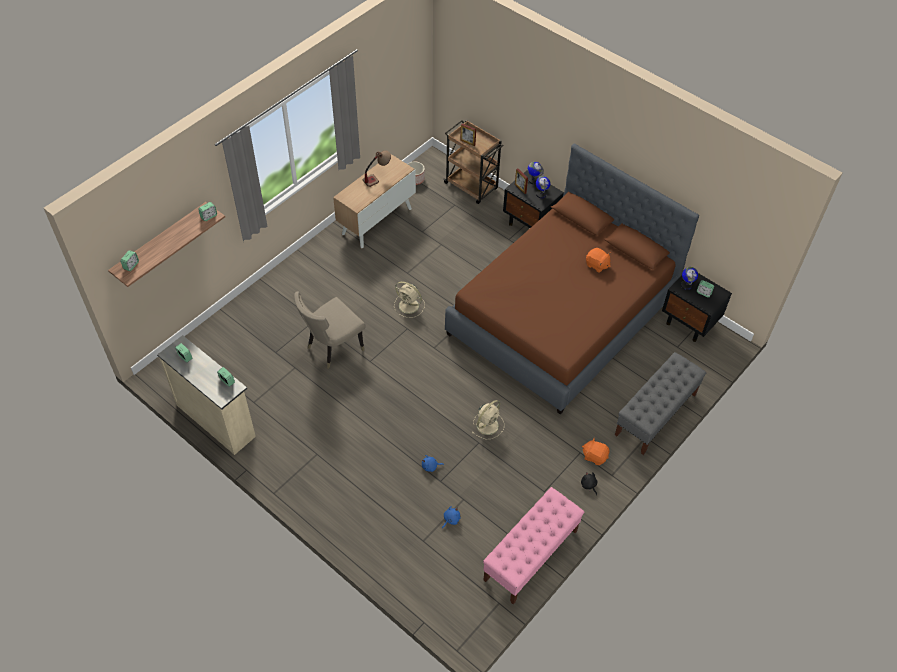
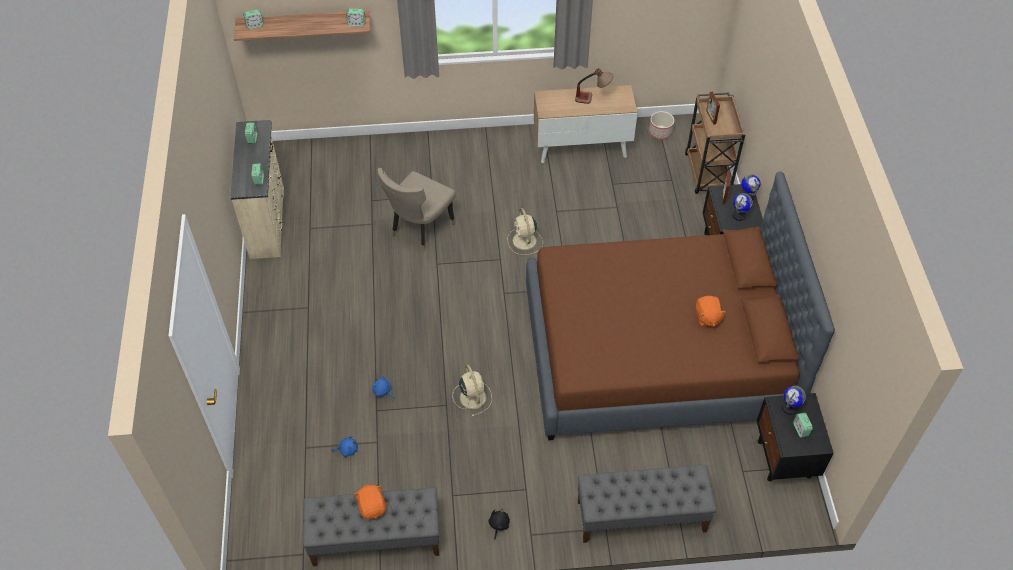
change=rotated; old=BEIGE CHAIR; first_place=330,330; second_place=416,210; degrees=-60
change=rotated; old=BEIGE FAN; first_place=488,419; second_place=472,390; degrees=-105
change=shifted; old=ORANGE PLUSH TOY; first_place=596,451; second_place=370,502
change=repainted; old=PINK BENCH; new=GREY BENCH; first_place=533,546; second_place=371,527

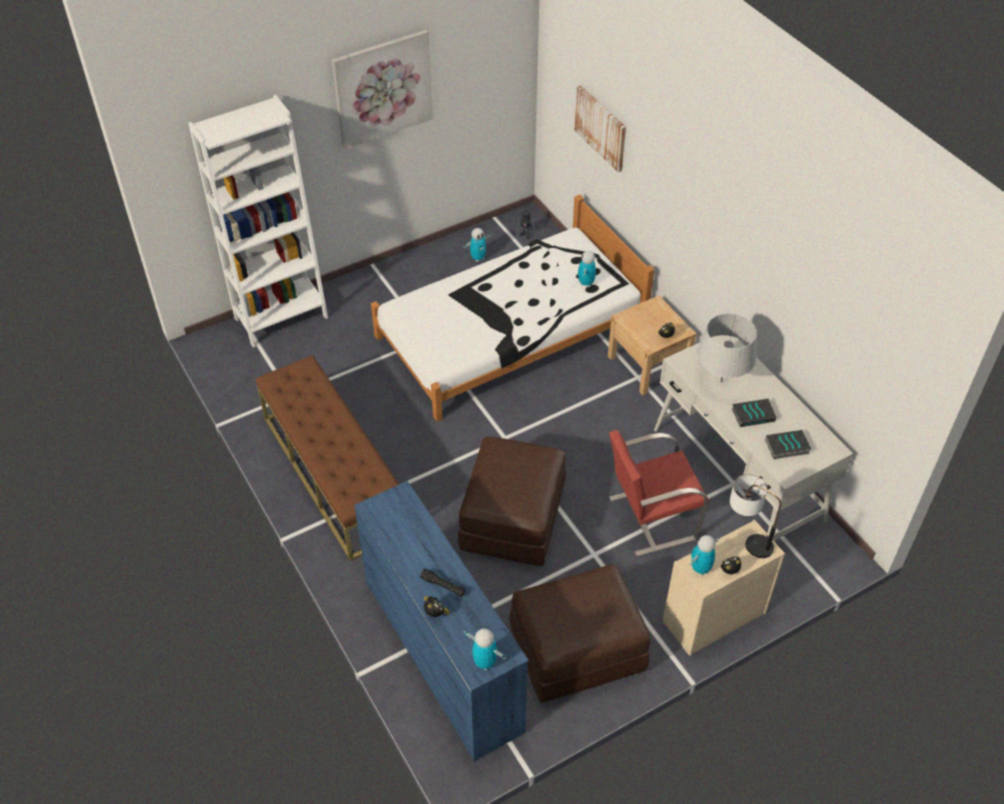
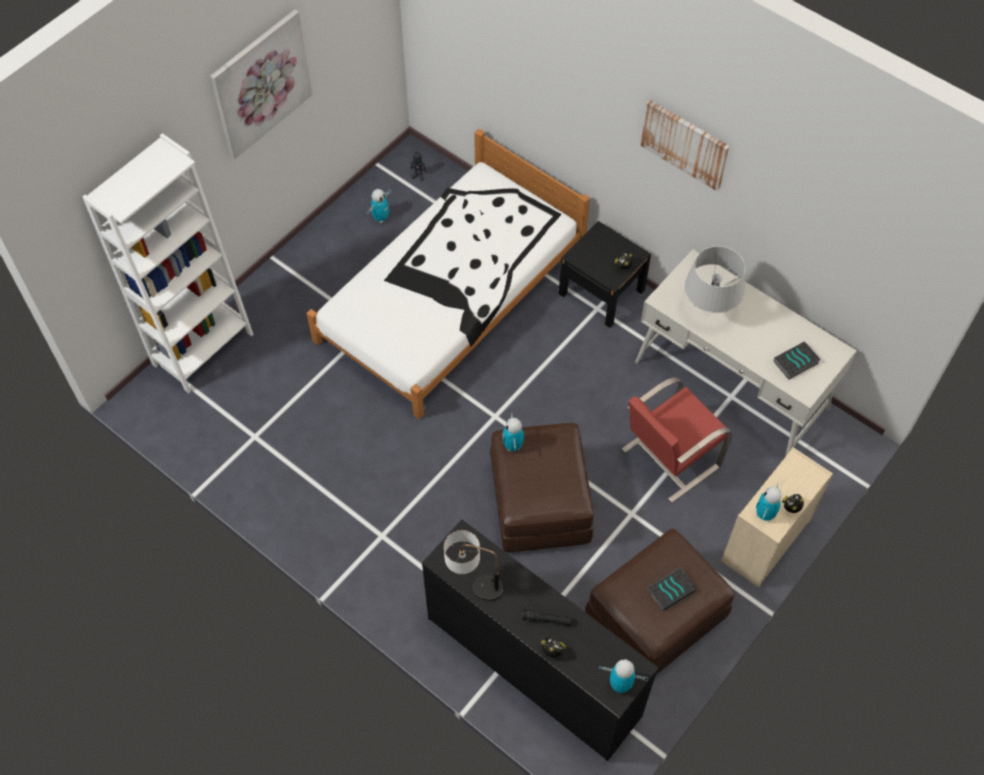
change=shifted; old=PICTURE; first_place=600,128; second_place=685,145
change=shifted; old=TOY ROBOT; first_place=587,269; second_place=513,431
change=repainted; old=BEIGE NIGHTSTAND; new=BLACK NIGHTSTAND; first_place=652,345; second_place=605,274
change=gone; old=BROWN BENCH; first_place=327,458
change=shifted; old=BOOK; first_place=754,412; second_place=671,589
change=shifted; old=TABLE LAMP; first_place=755,516; second_place=473,565
change=repainted; old=BLUE DRESSER; new=BLACK DRESSER; first_place=441,621; second_place=540,640

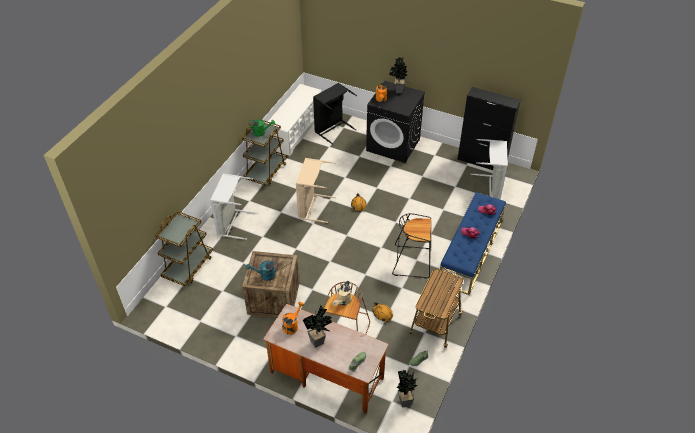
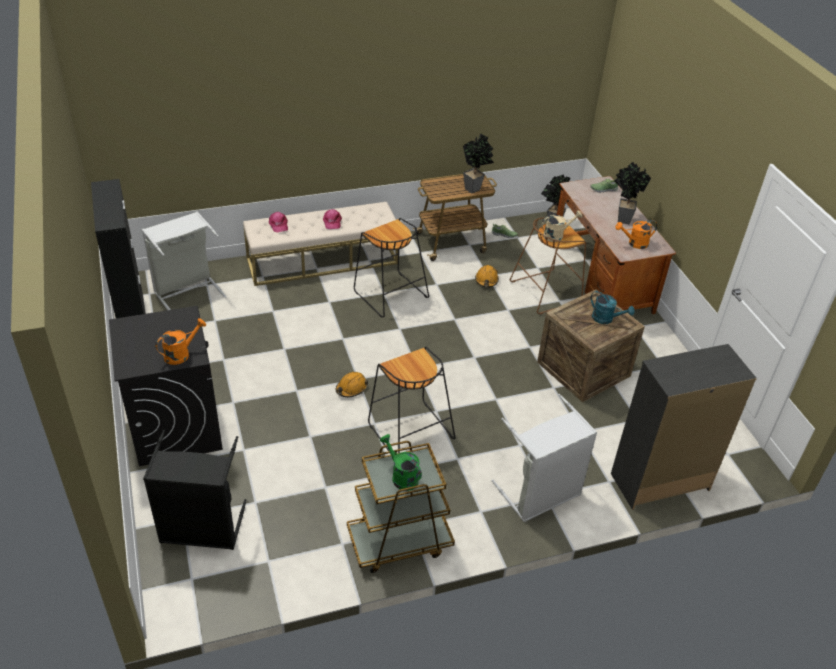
change=shifted; old=POTTED PLANT; first_place=398,75; second_place=478,163
change=gone; old=WHITE SHOE RACK; first_place=294,120
change=swapped; old=BEIGE LAUNDRY BASKET; new=BLACK STOOL; first_place=316,190; second_place=411,400
change=repainted; old=BLUE BENCH; new=BEIGE BENCH; first_place=473,243; second_place=320,244
change=swapped; old=BROWN CART; new=BLACK DRESSER; first_place=184,248; second_place=684,427

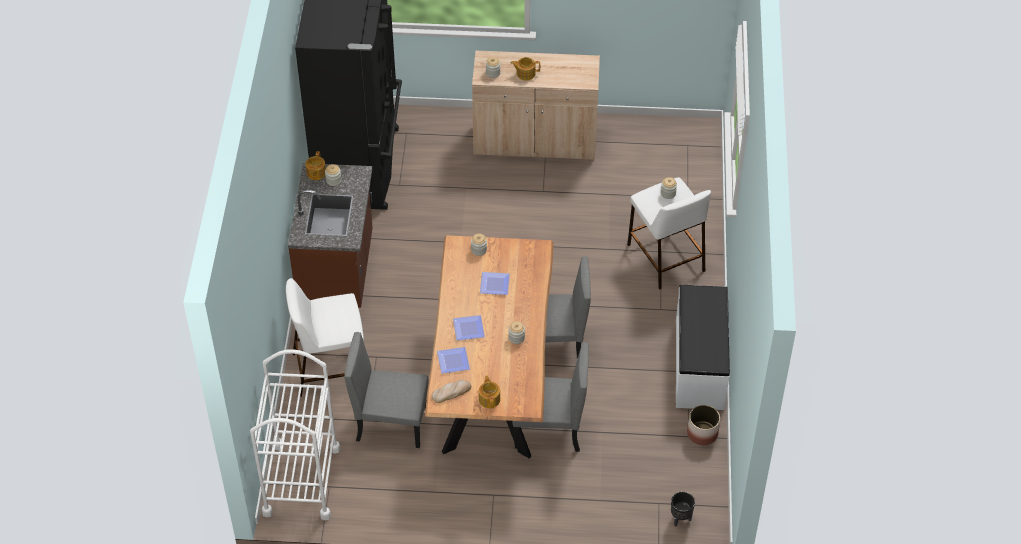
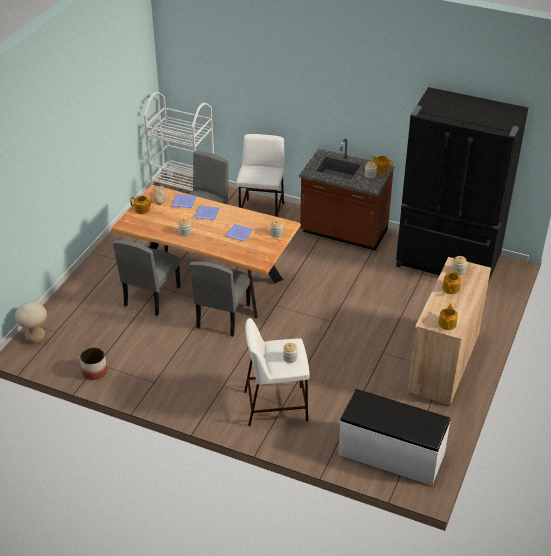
change=shifted; old=WHITE BENCH; first_place=703,347; second_place=394,437
change=swapped; old=BLACK PLANTER; new=BEIGE STOOL; first_place=683,509; second_place=31,323
change=new; new=TEAPOT; second_place=448,316

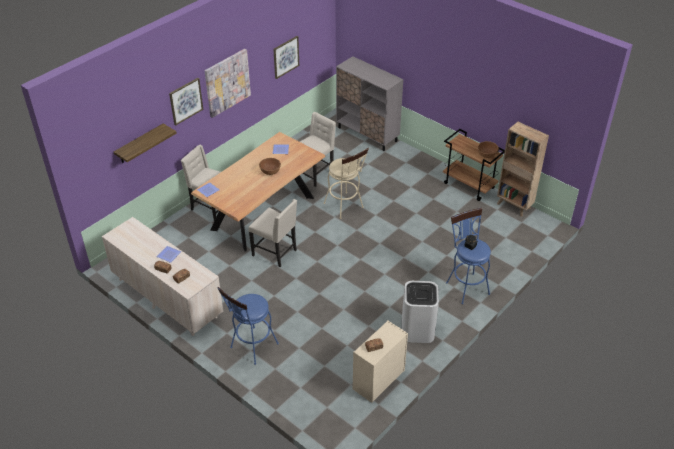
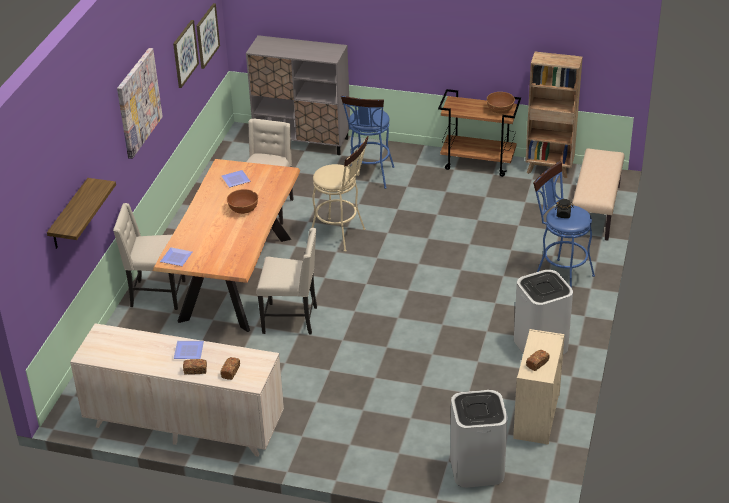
change=shifted; old=PICTURE; first_place=186,101; second_place=208,36
change=shifted; old=BLUE STOOL; first_place=248,326; second_place=368,142
change=new; new=BEIGE BENCH; second_place=598,194
change=new; new=WHITE TRASH CAN; second_place=479,439

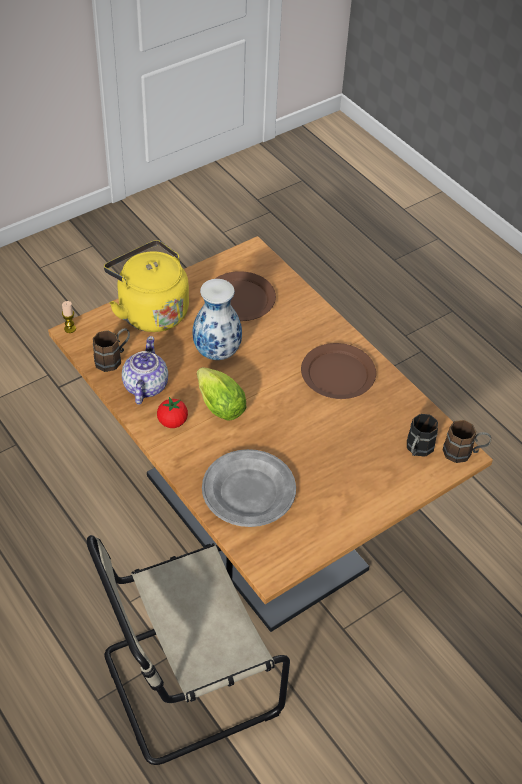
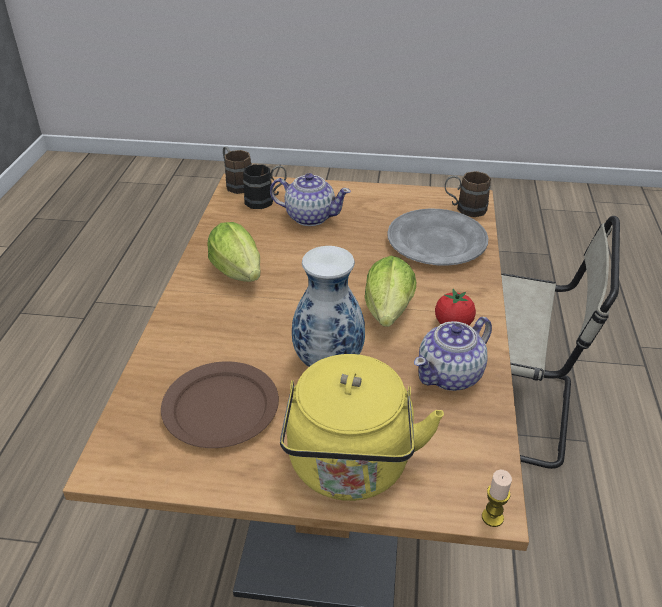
change=shifted; old=BROWN MUG; first_place=111,350; second_place=468,194
change=swapped; old=BROWN PLATE; new=LETTUCE; first_place=338,371; second_place=233,252
change=new; new=TEAPOT; second_place=310,199

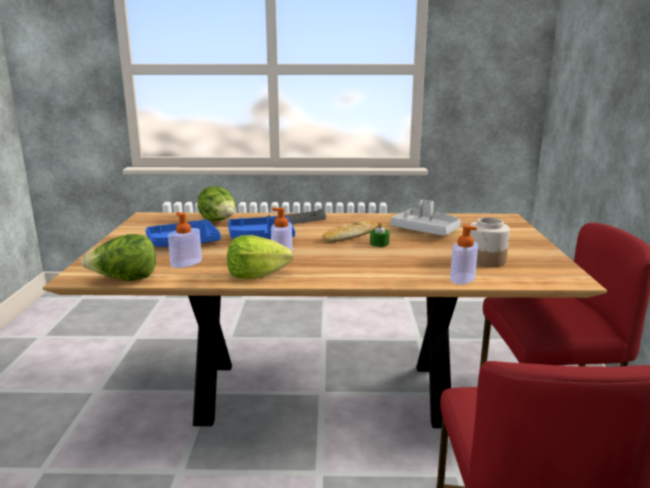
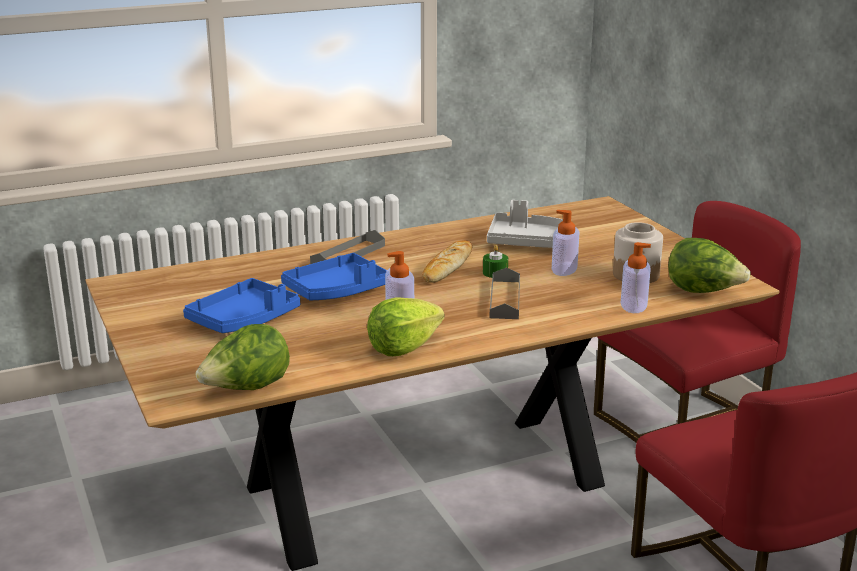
change=shifted; old=LETTUCE; first_place=216,203; second_place=709,265
change=shifted; old=SOAP DISPENSER; first_place=185,240; second_place=566,243
change=new; new=GREY TRAY; second_place=504,293

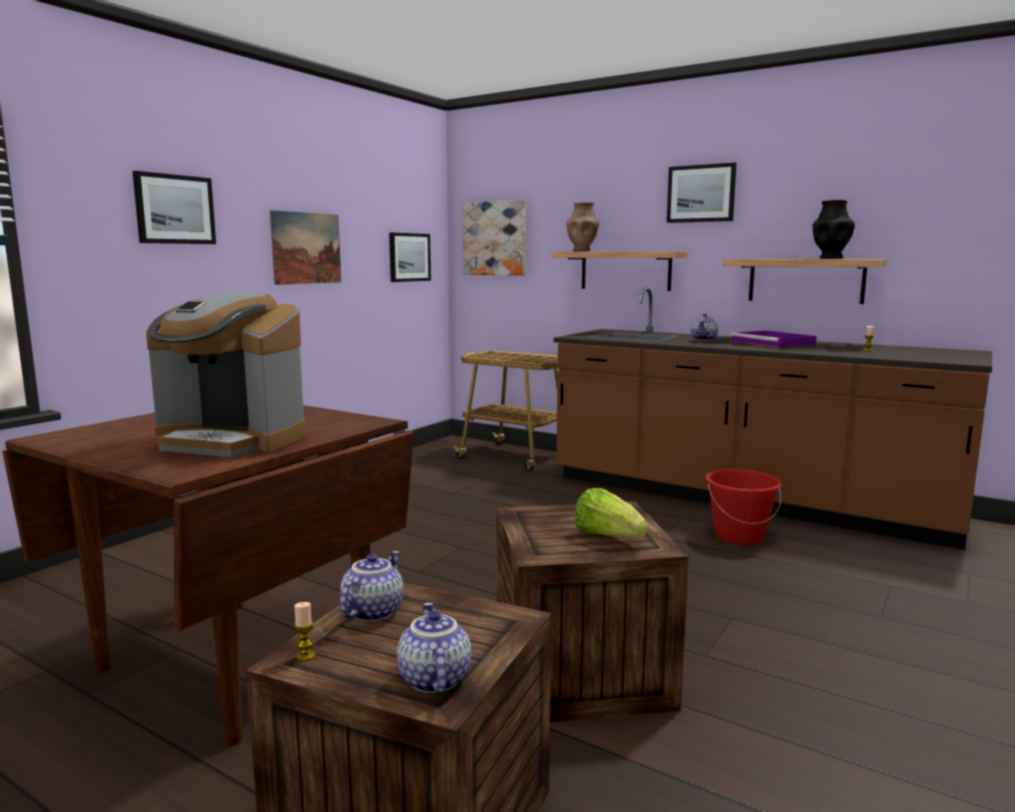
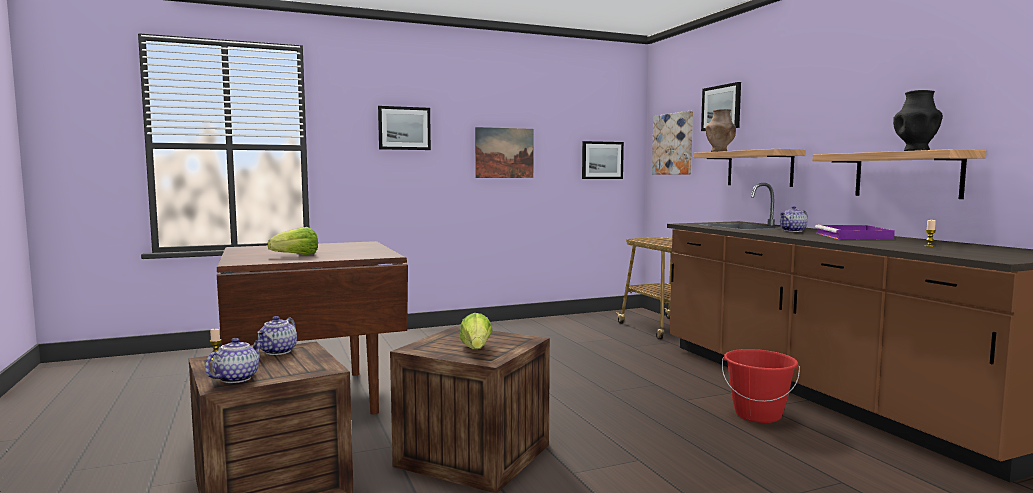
change=shifted; old=PICTURE; first_place=702,193; second_place=721,106
change=swapped; old=COFFEE MACHINE; new=LETTUCE; first_place=226,374; second_place=293,241
change=rotated; old=TEAPOT; first_place=372,586; second_place=277,335; degrees=135

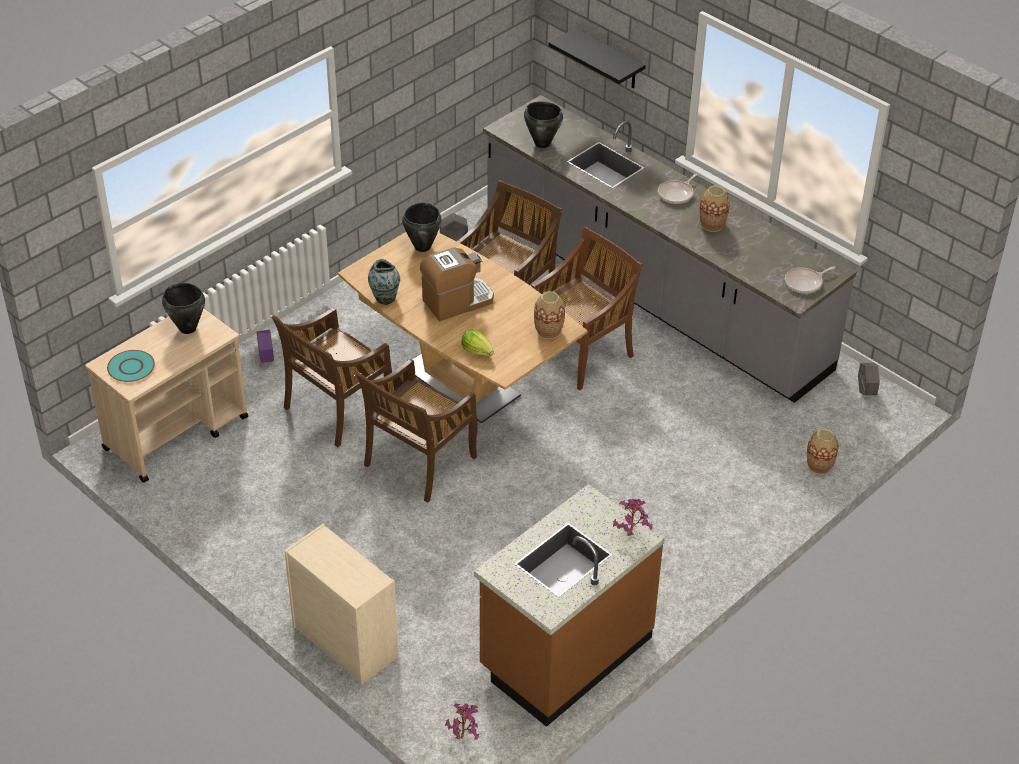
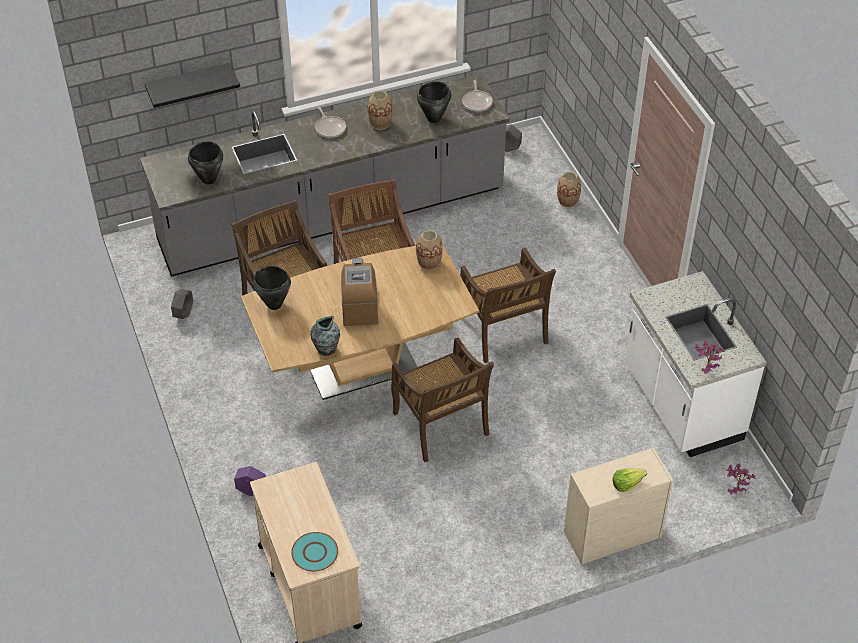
change=shifted; old=BLACK COOKING POT; first_place=183,308; second_place=434,102
change=shifted; old=BROWN CHAIR; first_place=332,377; second_place=508,305
change=shifted; old=LETTUCE; first_place=477,342; second_place=630,480
change=repainted; old=BROWN COUNTER; new=WHITE COUNTER; first_place=569,605; second_place=696,364
change=shifted; old=POTTED PLANT; first_place=633,517; second_place=710,357

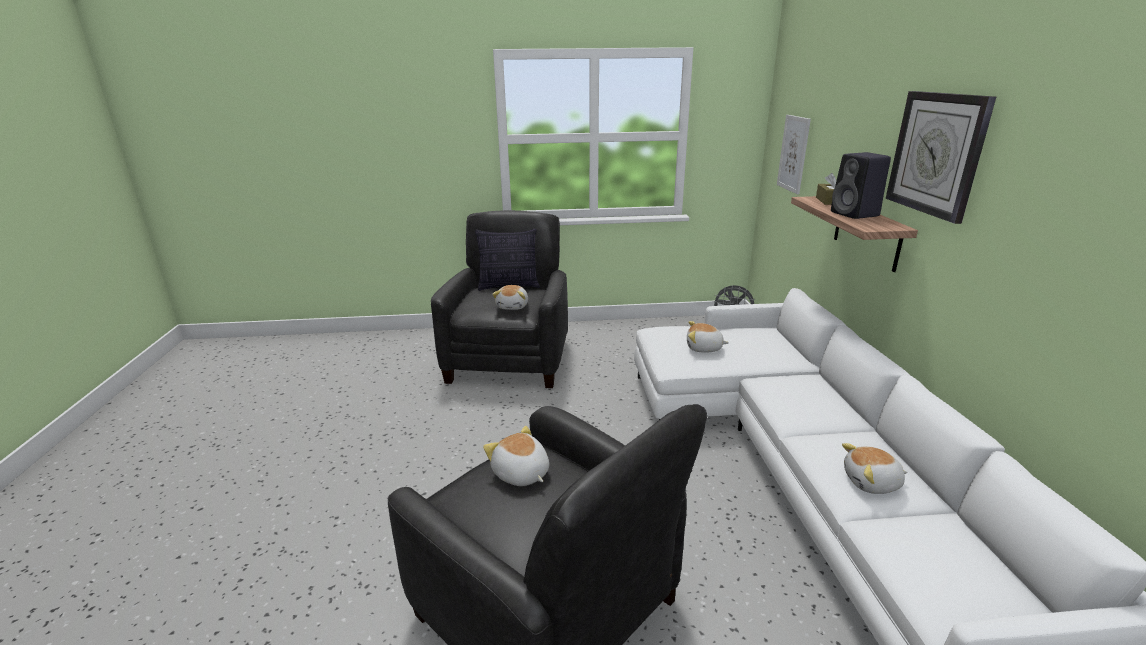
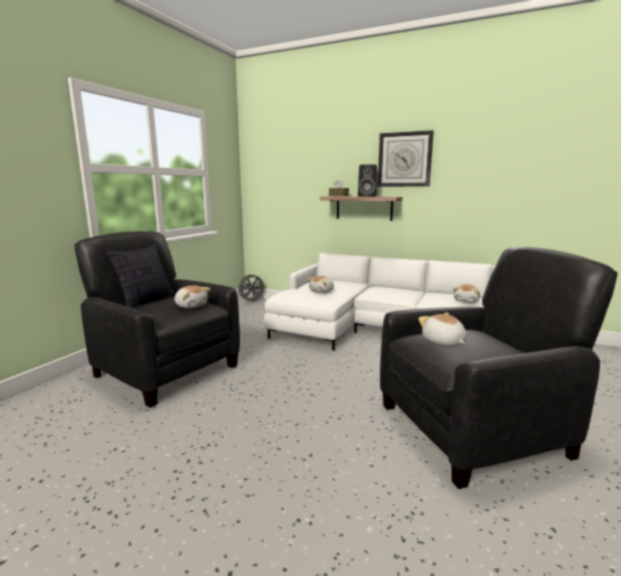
change=gone; old=PICTURE; first_place=794,154
change=rotated; old=PLUSH TOY; first_place=516,456; second_place=442,329; degrees=75

